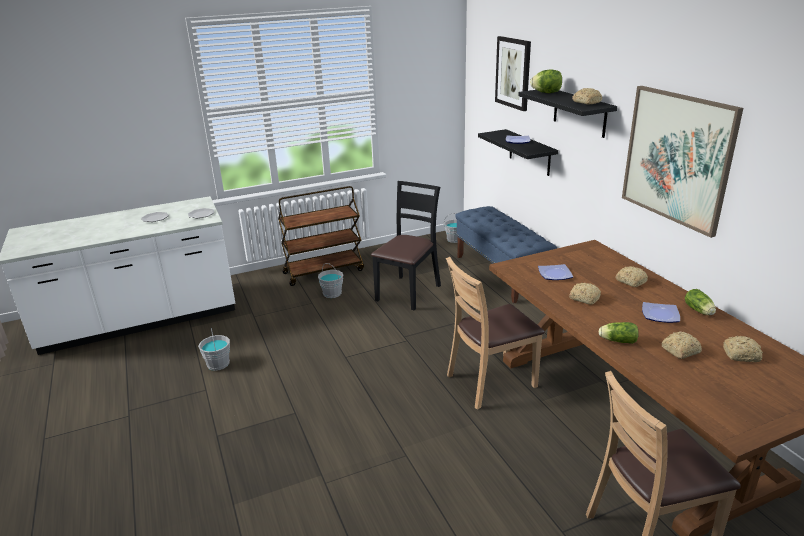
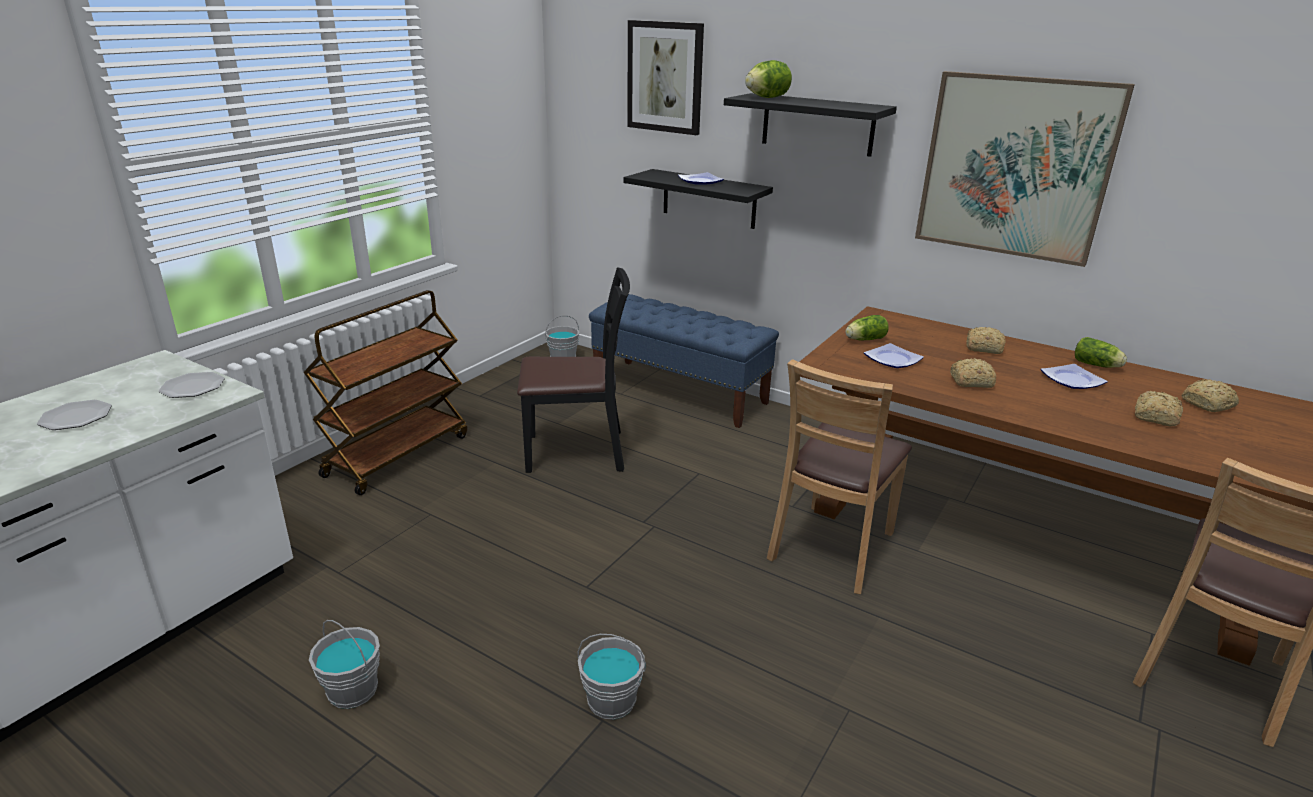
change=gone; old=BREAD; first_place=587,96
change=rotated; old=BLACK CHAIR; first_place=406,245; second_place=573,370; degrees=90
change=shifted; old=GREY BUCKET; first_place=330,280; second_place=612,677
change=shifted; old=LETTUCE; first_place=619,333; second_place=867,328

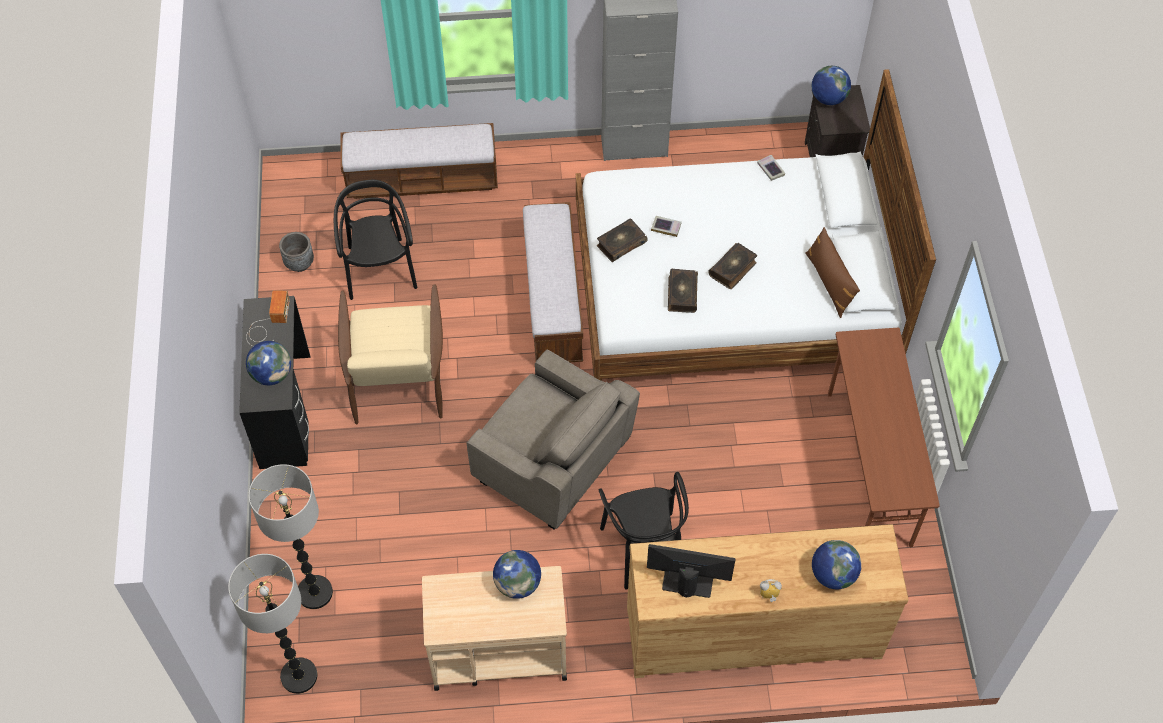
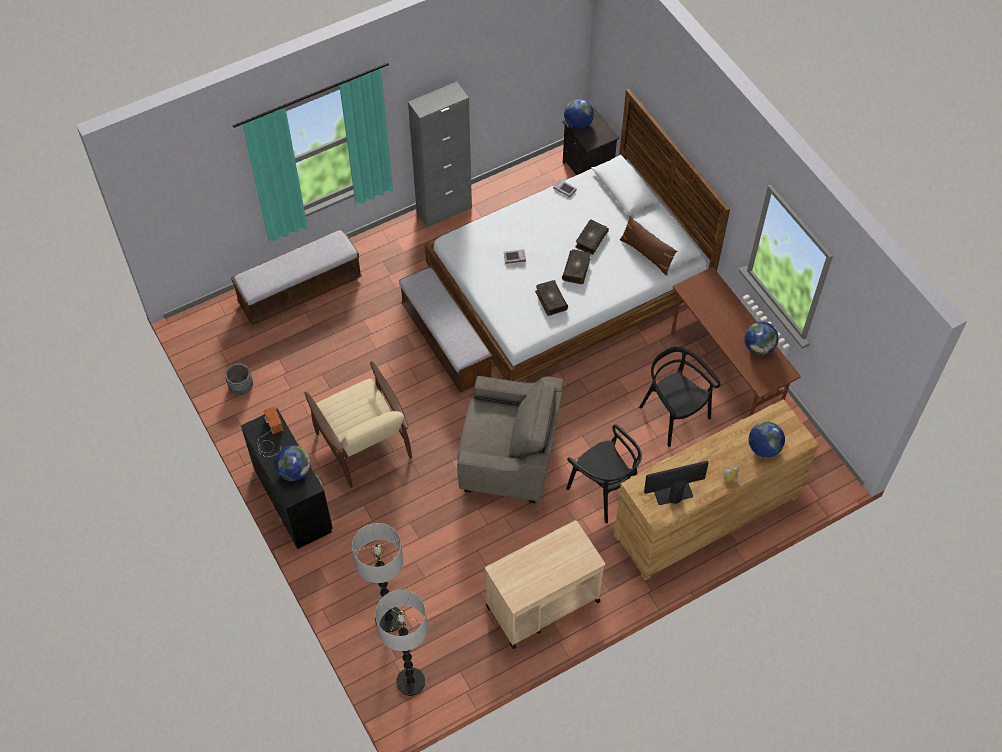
change=shifted; old=BLACK CHAIR; first_place=375,240; second_place=679,396
change=shifted; old=BOOK; first_place=622,240; second_place=592,237
change=shifted; old=GLOBE; first_place=517,574; second_place=761,338

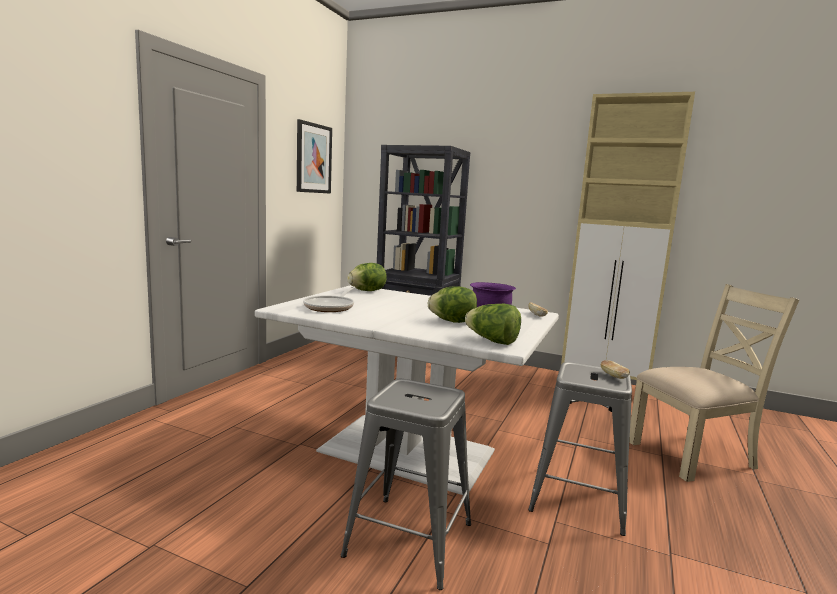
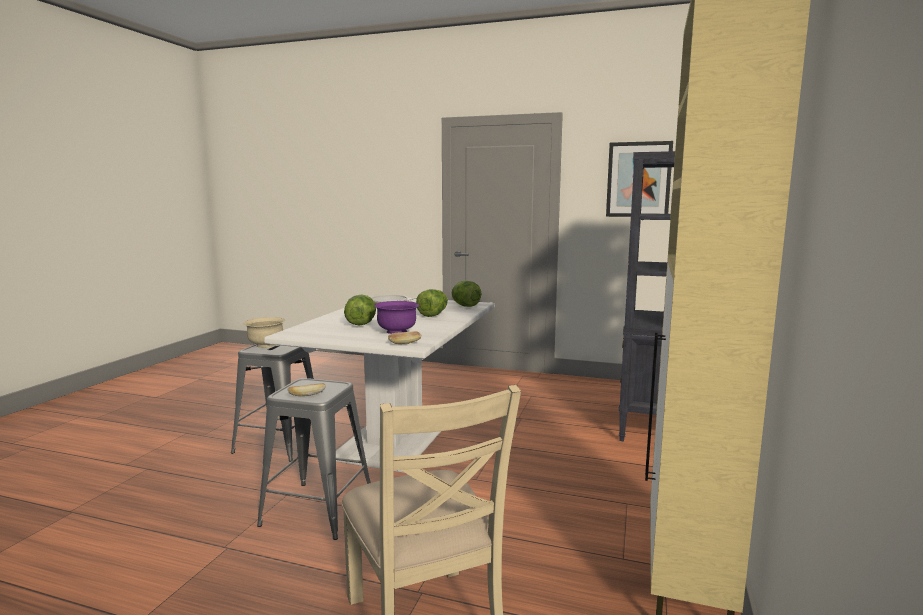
change=shifted; old=LETTUCE; first_place=493,324; second_place=432,303
change=new; new=BEIGE BOWL; second_place=264,332

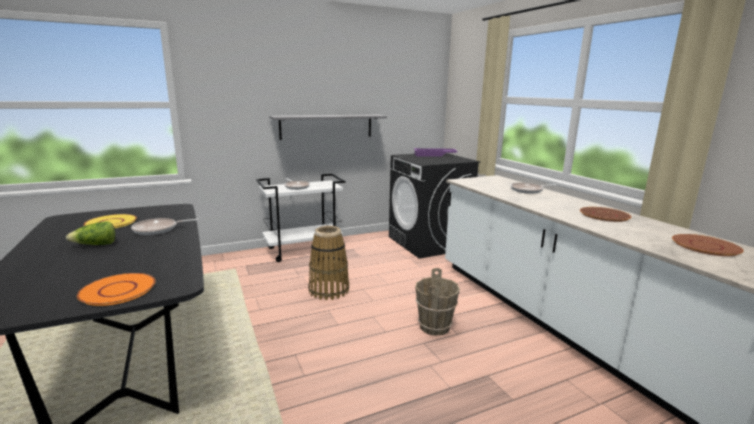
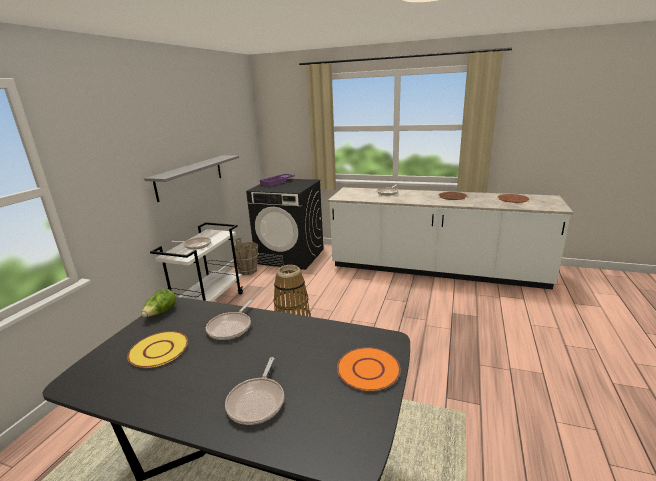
change=shifted; old=LETTUCE; first_place=90,233; second_place=158,303
change=shifted; old=BROWN BUCKET; first_place=437,302; second_place=246,256
change=new; new=FRYING PAN; second_place=254,391

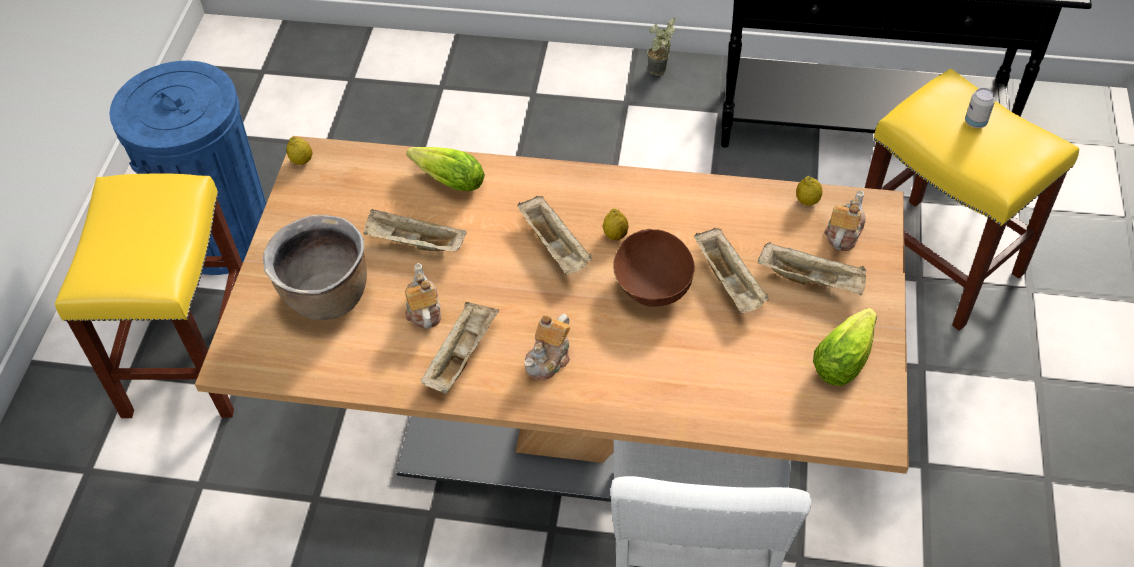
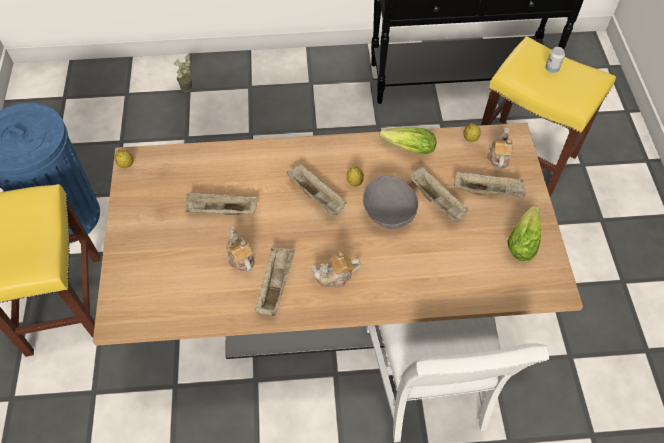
change=shifted; old=POTTED PLANT; first_place=661,47; second_place=183,73
change=shifted; old=LETTUCE; first_place=446,169; second_place=408,140
change=gone; old=BROWN COOKING POT; first_place=315,267
change=repainted; old=BROWN BOWL; new=GREY BOWL; first_place=654,268; second_place=390,202
change=rotated; old=TEAPOT; first_place=547,347; second_place=335,269; degrees=60

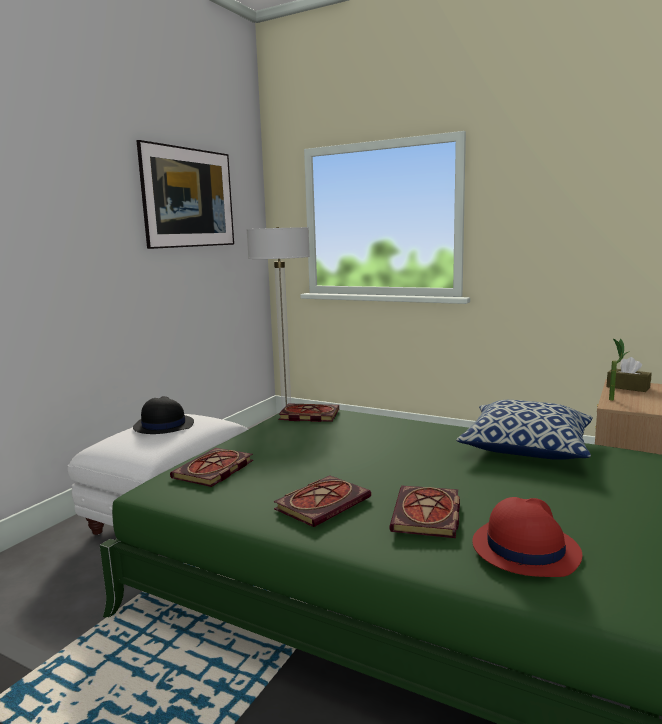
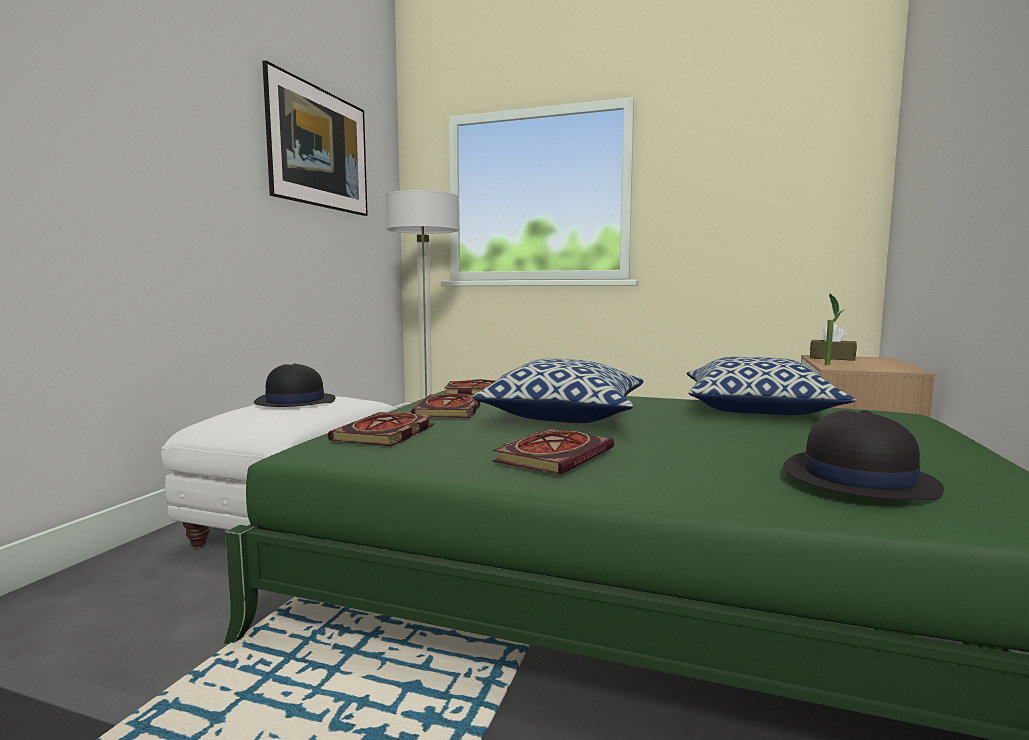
change=shifted; old=BOOK; first_place=424,512; second_place=446,406
change=repainted; old=RED HAT; new=BLACK HAT; first_place=527,537; second_place=863,455
change=new; new=PILLOW; second_place=558,390

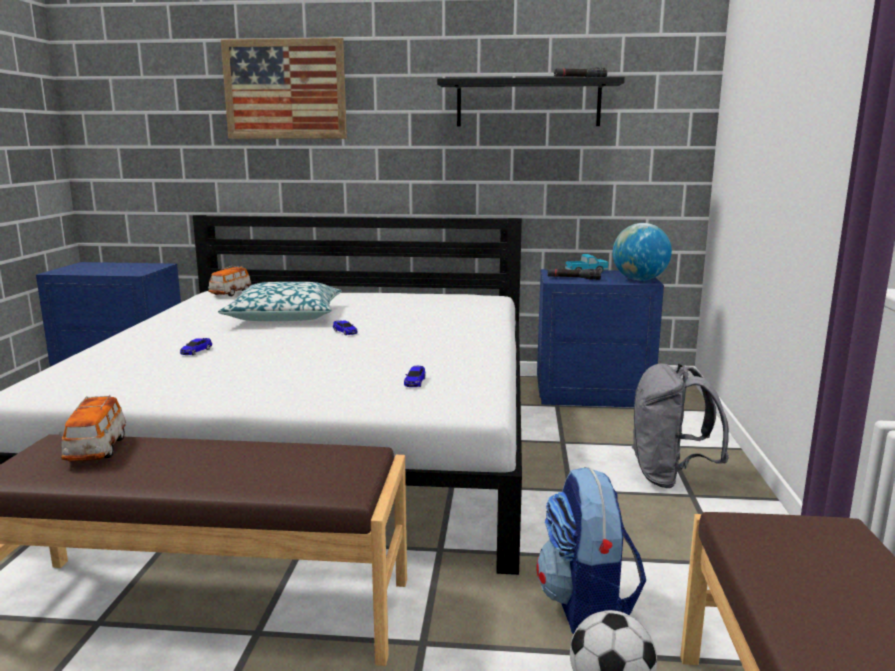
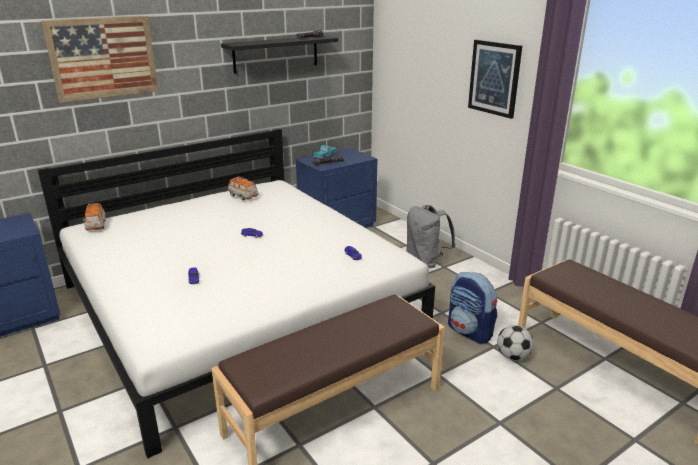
change=gone; old=GLOBE; first_place=642,252
change=gone; old=PILLOW; first_place=279,301
change=shifted; old=TOY CAR; first_place=92,428; second_place=243,188
change=new; new=PICTURE; second_place=495,79

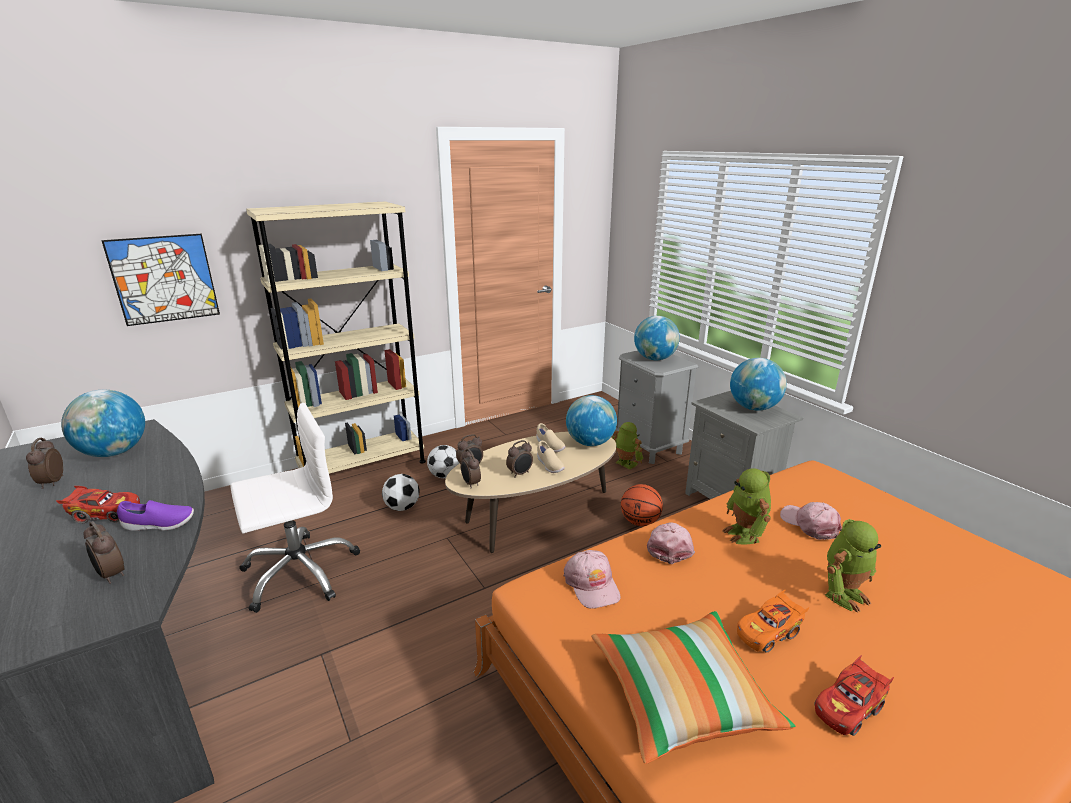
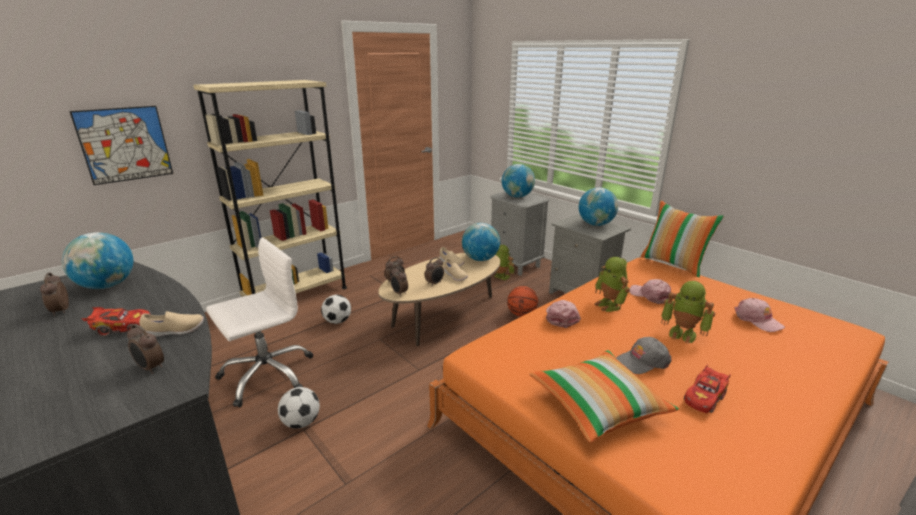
change=shifted; old=FOOTBALL; first_place=443,461; second_place=299,408
change=repainted; old=PURPLE SHOE; new=BEIGE SHOE; first_place=155,515; second_place=171,324
change=rotated; old=TOY ROBOT; first_place=853,566; second_place=688,312; degrees=75
change=shifted; old=PINK CAP; first_place=592,579; second_place=760,315
change=swapped; old=ORANGE TOY CAR; new=GREY CAP; first_place=773,621; second_place=643,355
change=new; new=PILLOW; second_place=682,239

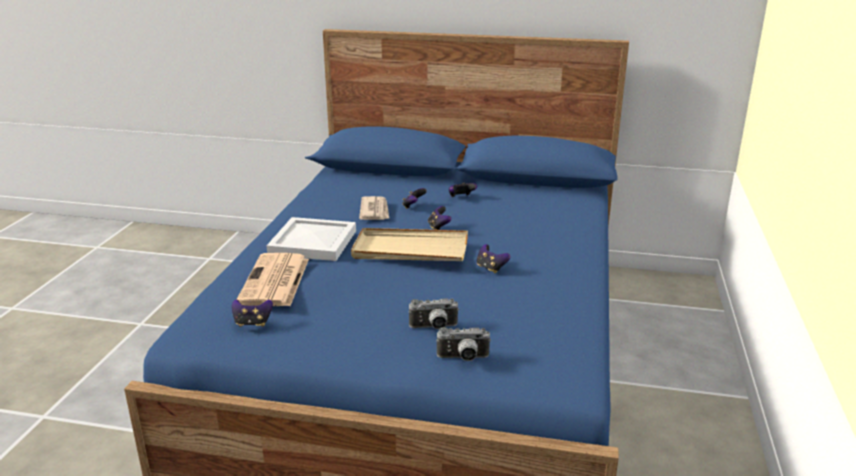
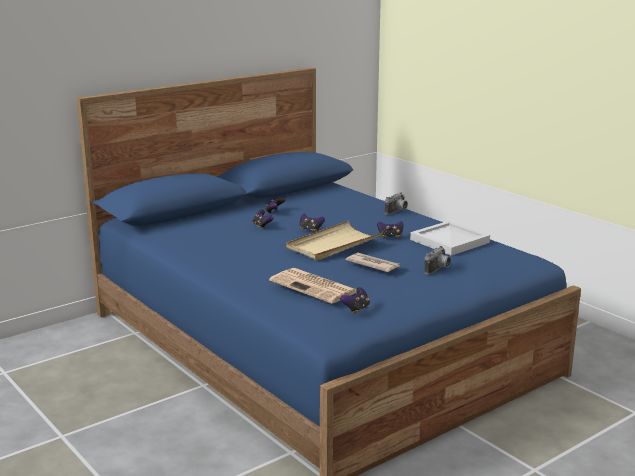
change=shifted; old=NEWSPAPER; first_place=374,208; second_place=373,262
change=shifted; old=WHITE TRAY; first_place=311,239; second_place=450,238
change=shifted; old=PHOTO CAMERA; first_place=463,344; second_place=396,203

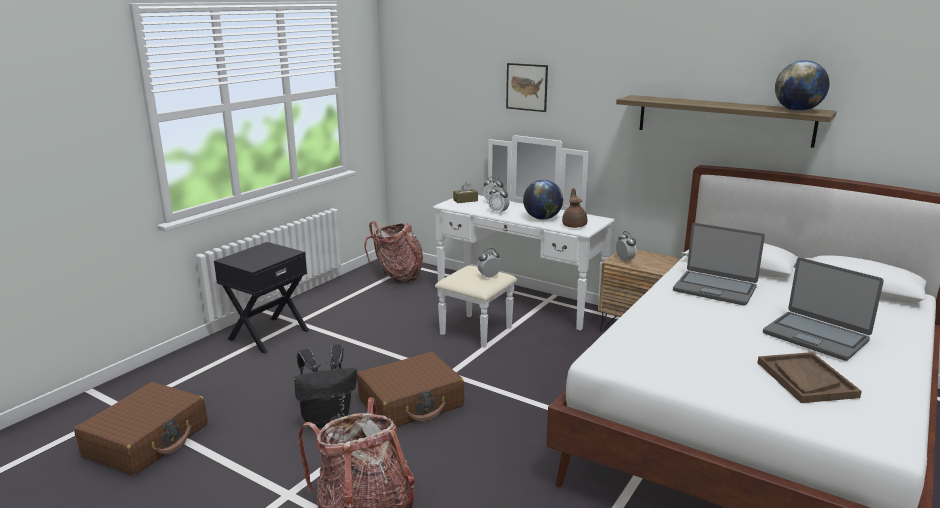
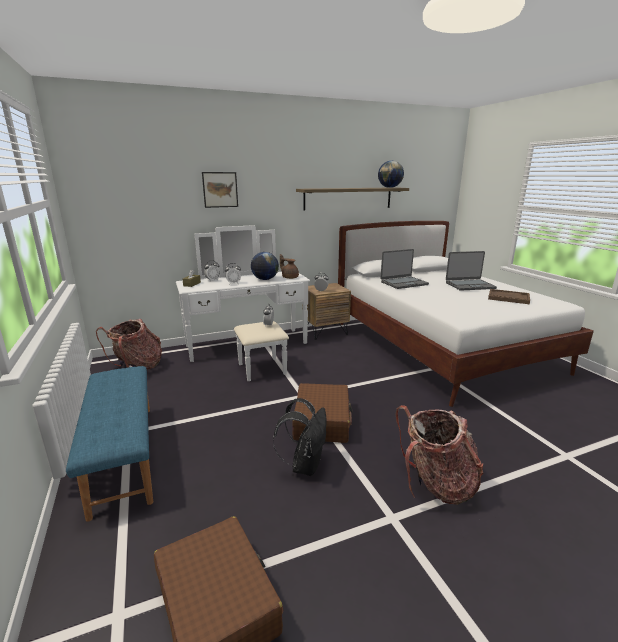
change=swapped; old=BLACK NIGHTSTAND; new=BLUE BENCH; first_place=261,298; second_place=109,444

